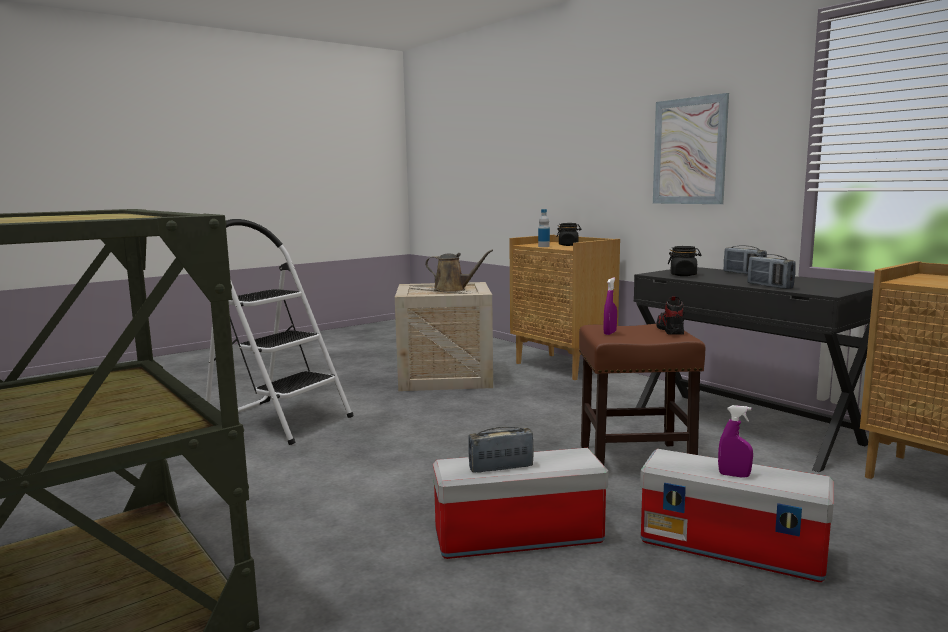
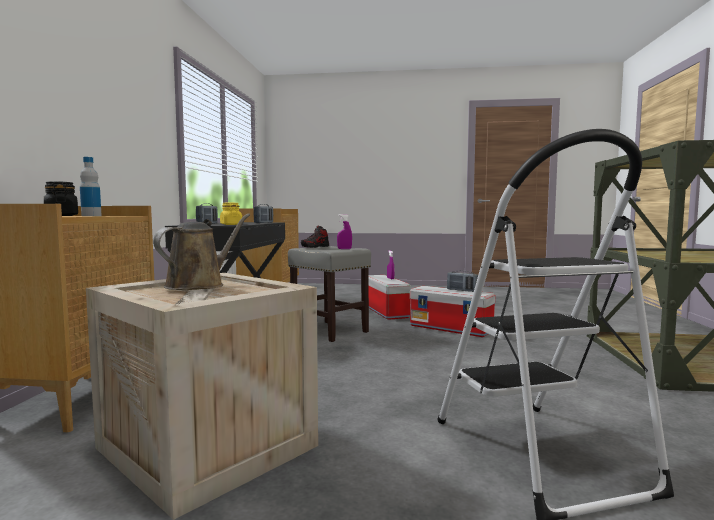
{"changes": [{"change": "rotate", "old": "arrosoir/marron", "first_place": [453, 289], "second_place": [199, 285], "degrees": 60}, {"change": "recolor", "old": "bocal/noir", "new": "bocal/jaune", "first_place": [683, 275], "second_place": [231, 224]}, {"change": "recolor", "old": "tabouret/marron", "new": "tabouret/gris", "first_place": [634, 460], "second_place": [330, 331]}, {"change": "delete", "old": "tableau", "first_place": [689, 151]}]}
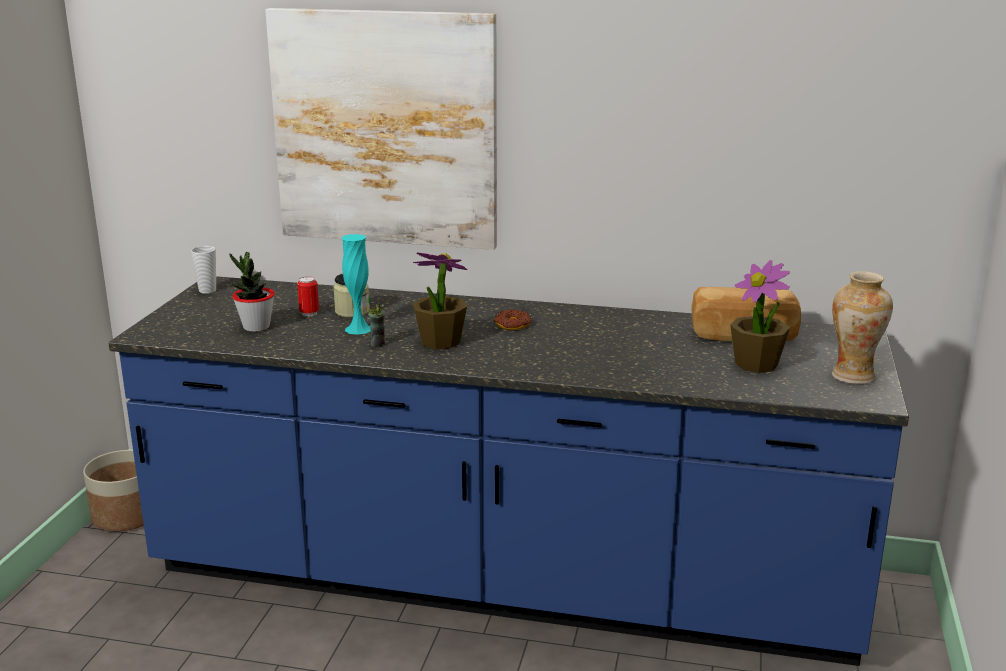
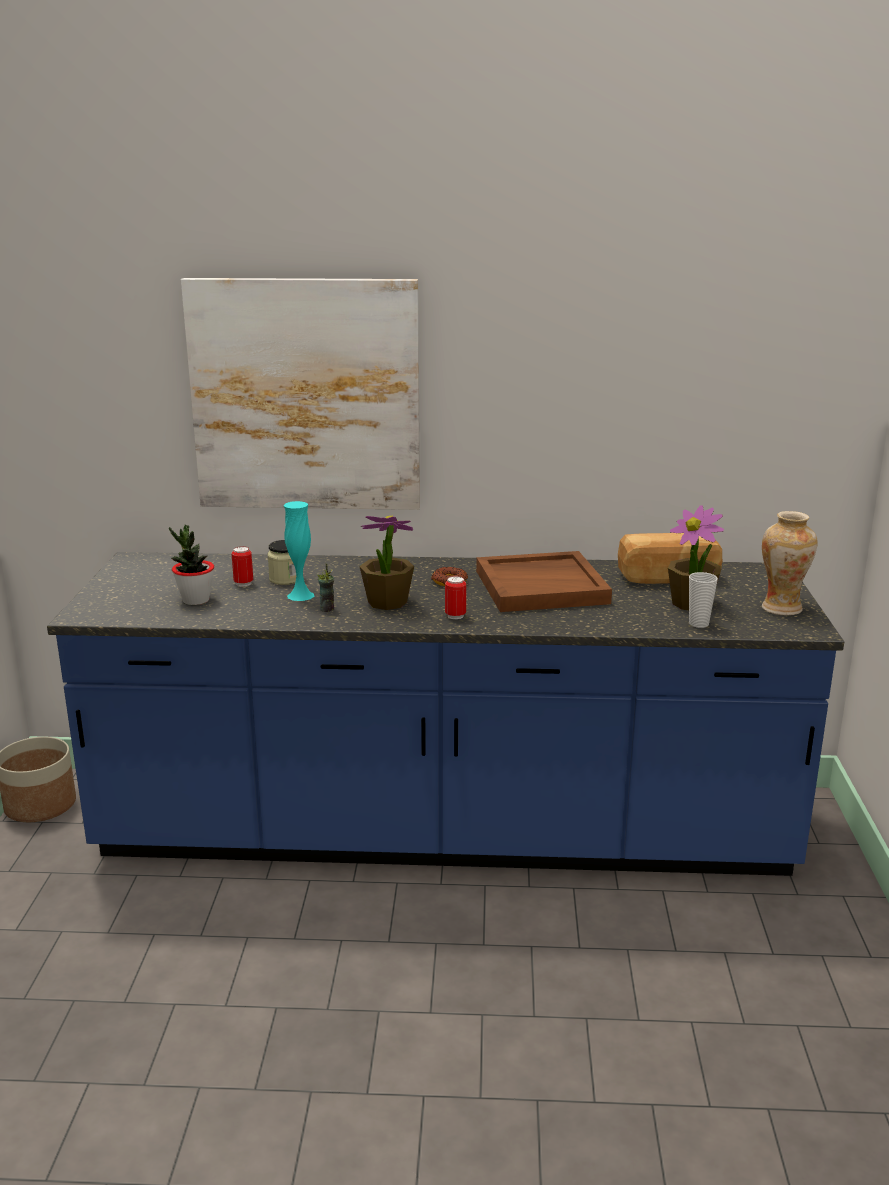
{"changes": [{"change": "insert", "new": "boîte métallique", "second_place": [455, 616]}, {"change": "insert", "new": "plateau/marron", "second_place": [542, 586]}, {"change": "move", "old": "tasse", "first_place": [207, 291], "second_place": [698, 624]}]}
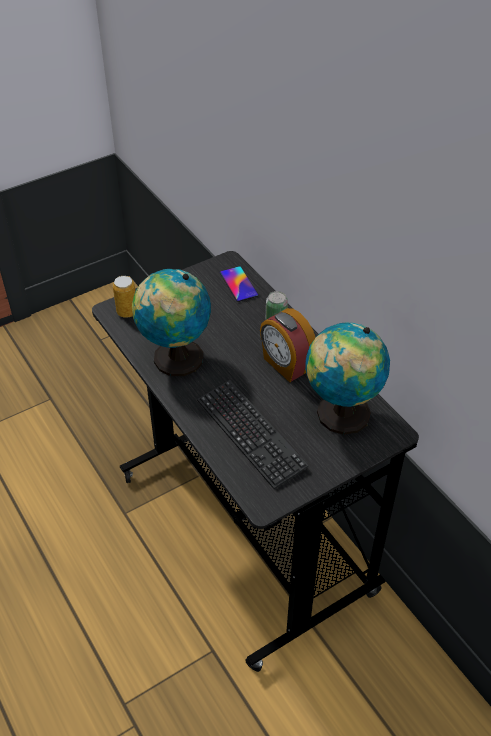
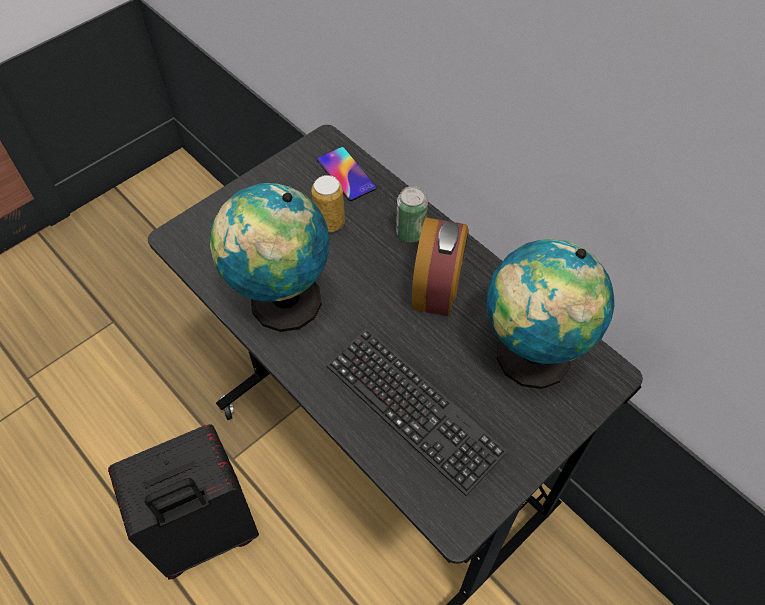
{"changes": [{"change": "insert", "new": "valise/noir", "second_place": [206, 535]}, {"change": "move", "old": "boîte métallique", "first_place": [127, 312], "second_place": [330, 223]}, {"change": "rotate", "old": "réveil", "first_place": [286, 365], "second_place": [437, 290], "degrees": -120}]}
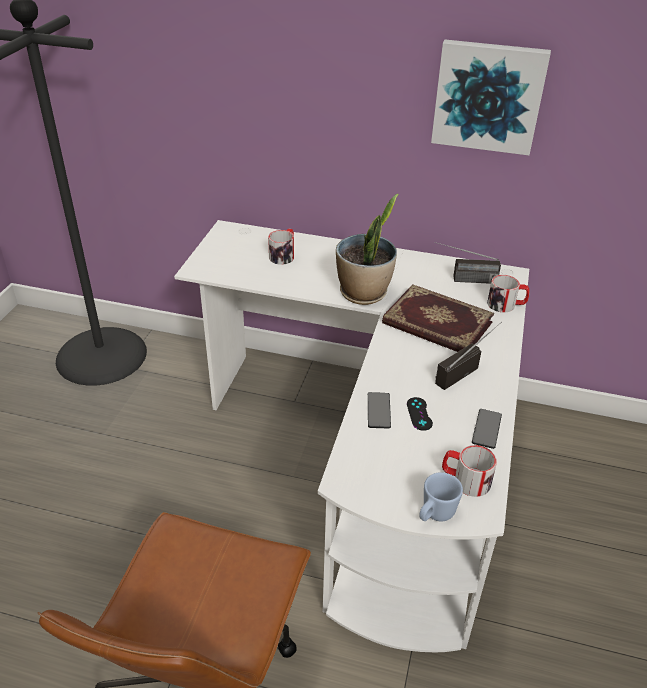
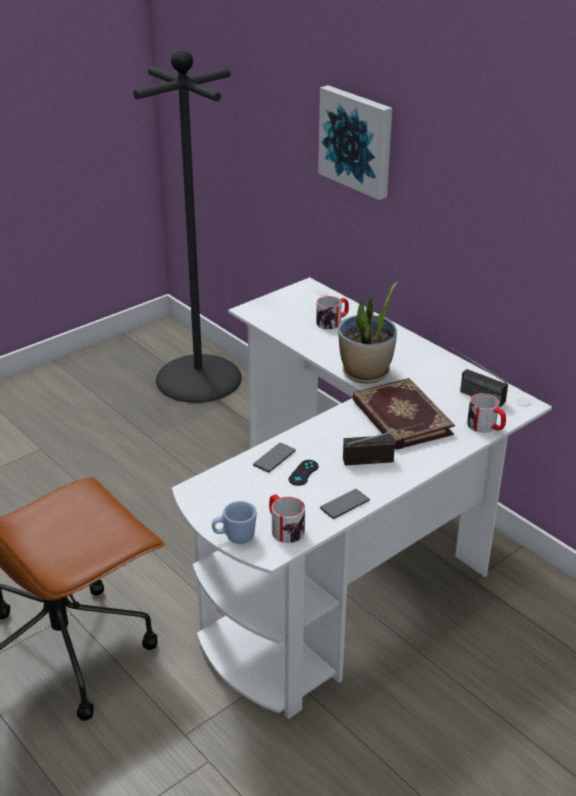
{"changes": [{"change": "move", "old": "tableau", "first_place": [488, 96], "second_place": [357, 141]}]}
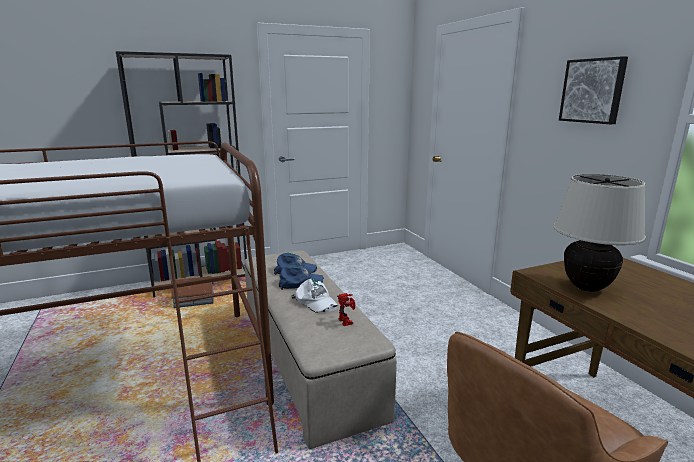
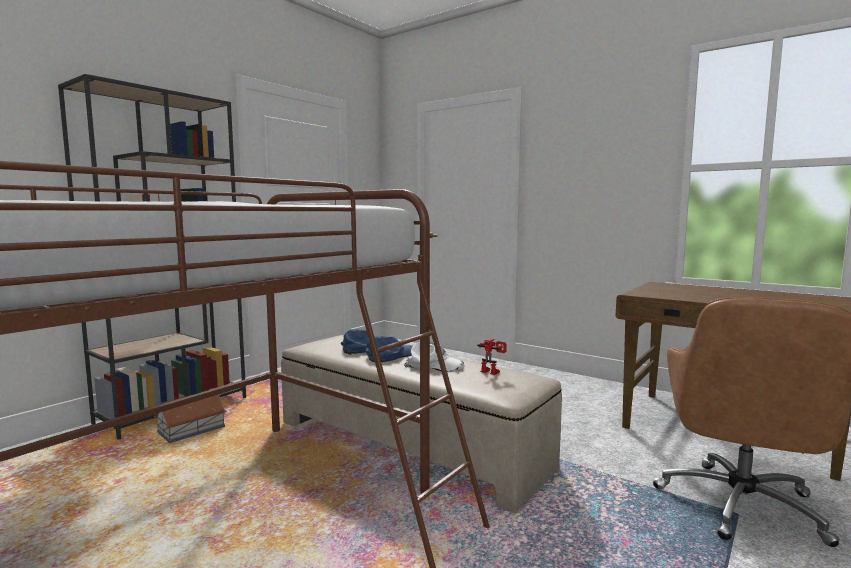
{"changes": [{"change": "delete", "old": "lampe de table/beige", "first_place": [587, 287]}, {"change": "delete", "old": "tableau", "first_place": [593, 91]}]}
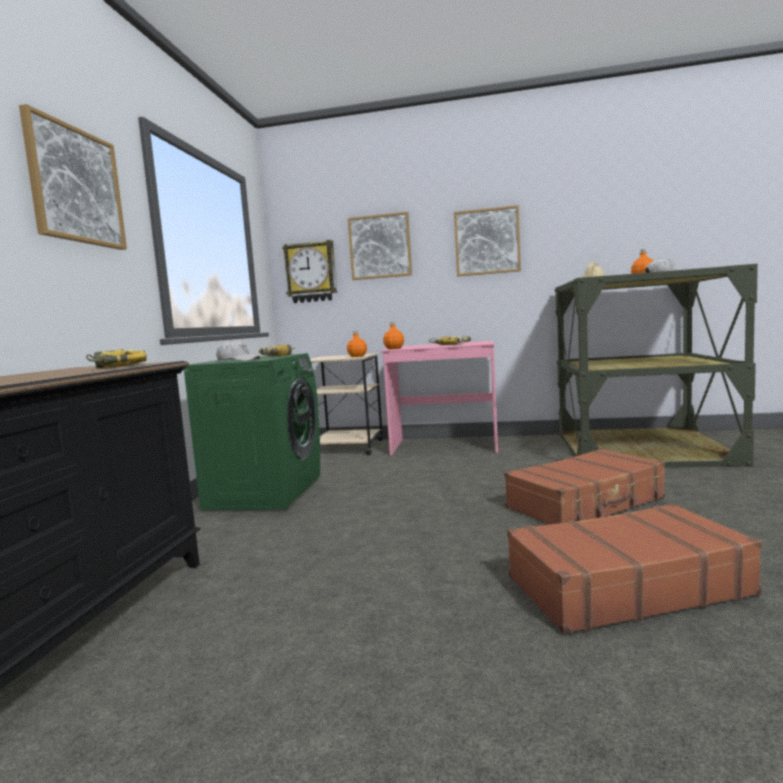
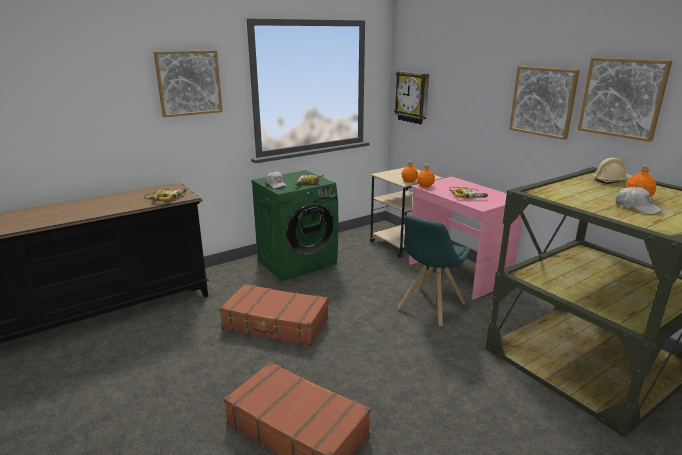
{"changes": [{"change": "move", "old": "valise/marron", "first_place": [586, 503], "second_place": [276, 324]}, {"change": "insert", "new": "chaise/turquoise", "second_place": [430, 307]}, {"change": "move", "old": "tableau", "first_place": [380, 246], "second_place": [622, 98]}]}
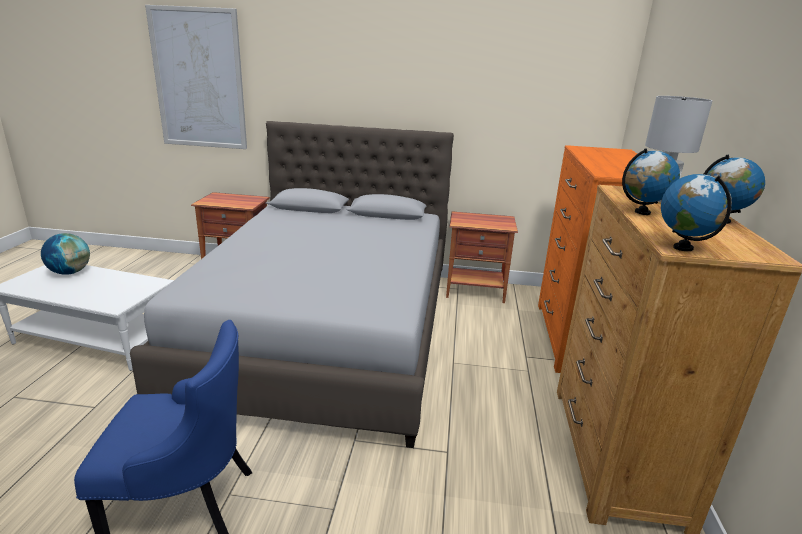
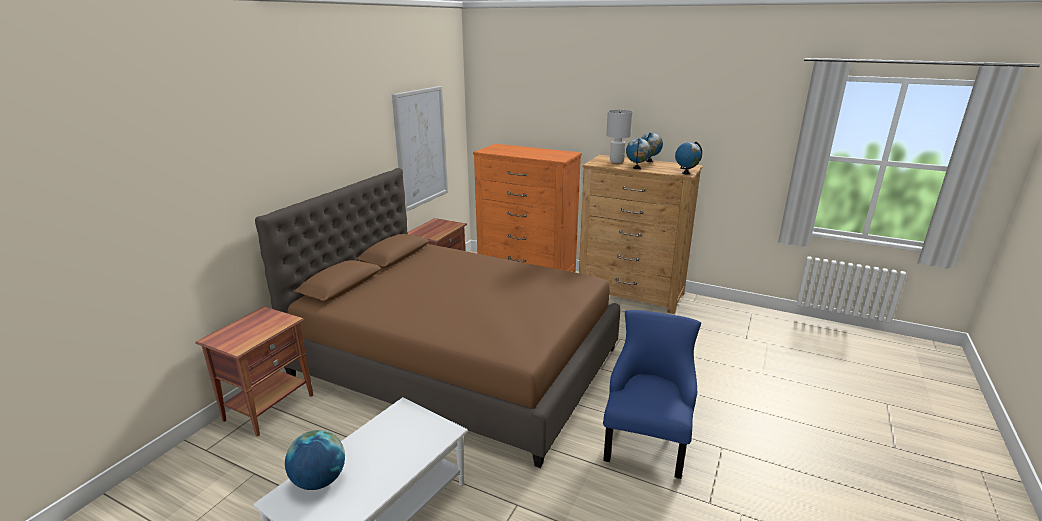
{"changes": [{"change": "recolor", "old": "lit/gris", "new": "lit/marron", "first_place": [328, 330], "second_place": [457, 362]}, {"change": "move", "old": "tableau", "first_place": [199, 79], "second_place": [421, 147]}]}
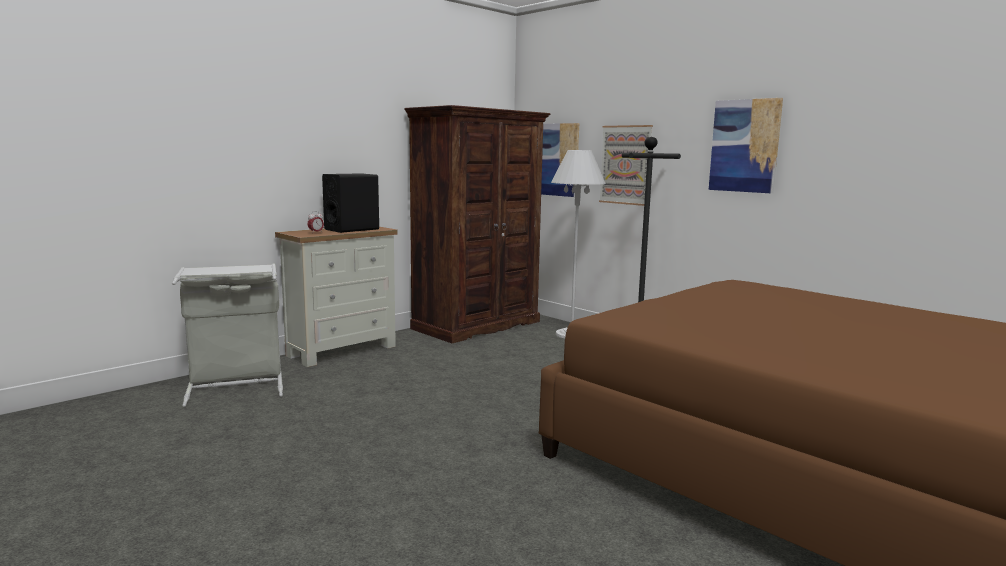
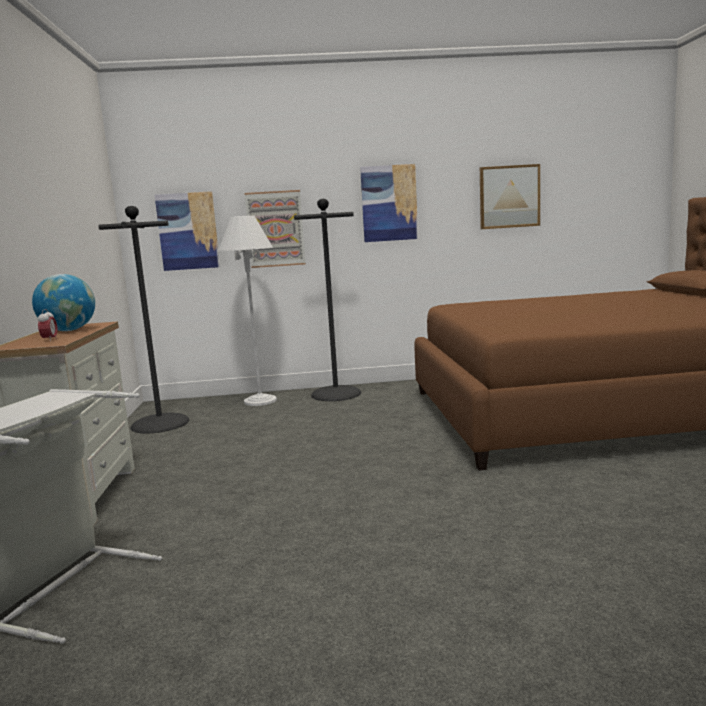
{"changes": [{"change": "replace", "old": "enceinte/noir", "new": "globe", "first_place": [352, 229], "second_place": [68, 330]}, {"change": "replace", "old": "armoire/marron", "new": "portant/noir", "first_place": [477, 325], "second_place": [160, 423]}, {"change": "insert", "new": "tableau", "second_place": [509, 197]}]}
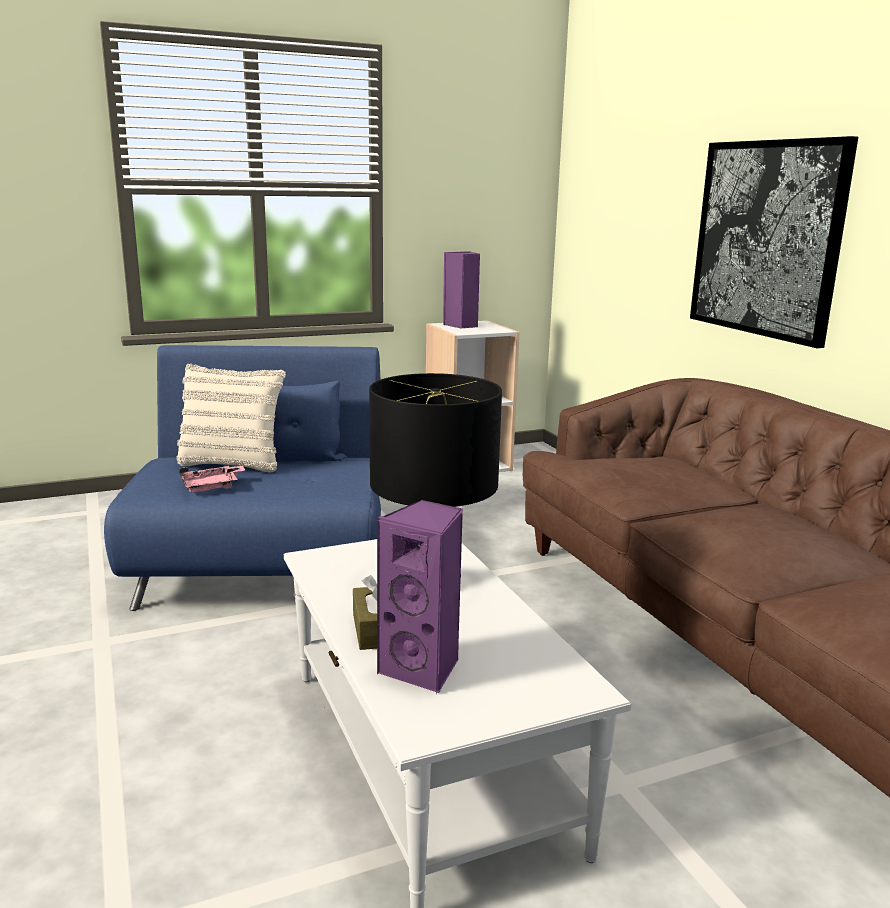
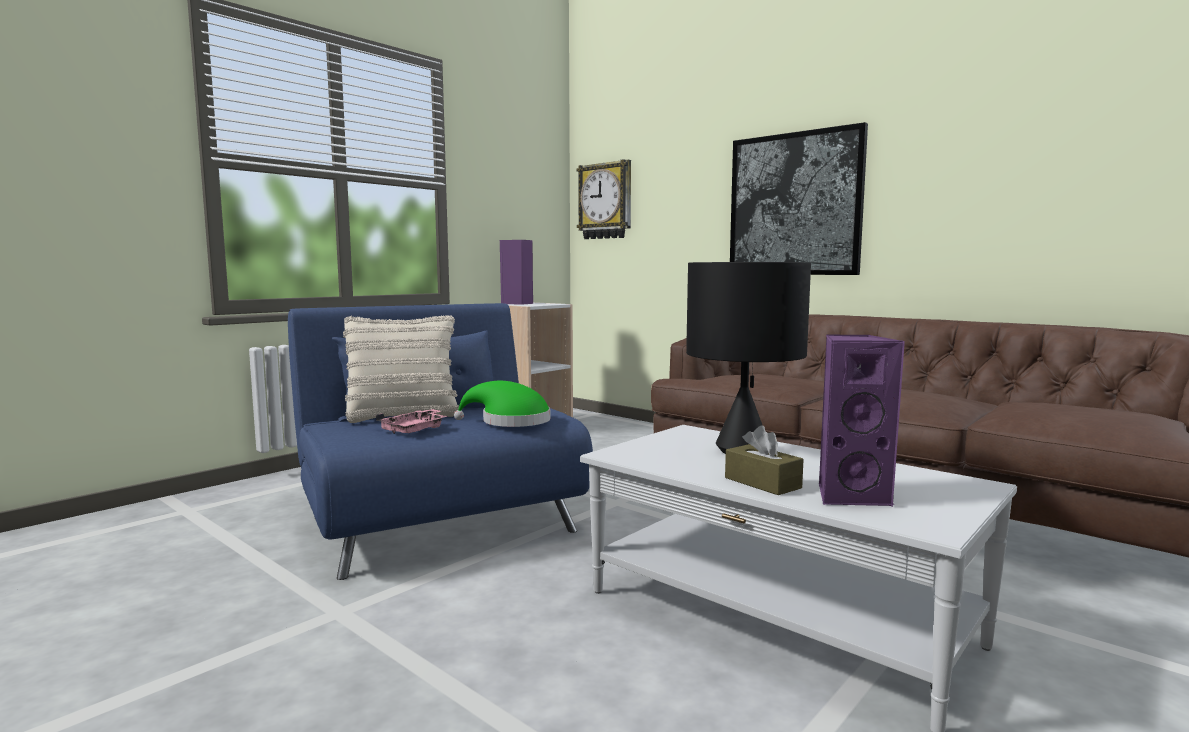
{"changes": [{"change": "insert", "new": "chapeau/vert", "second_place": [510, 422]}, {"change": "insert", "new": "horloge murale", "second_place": [606, 201]}]}
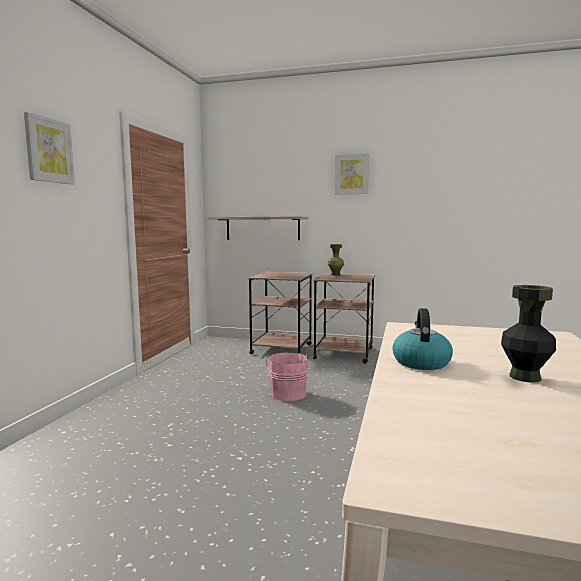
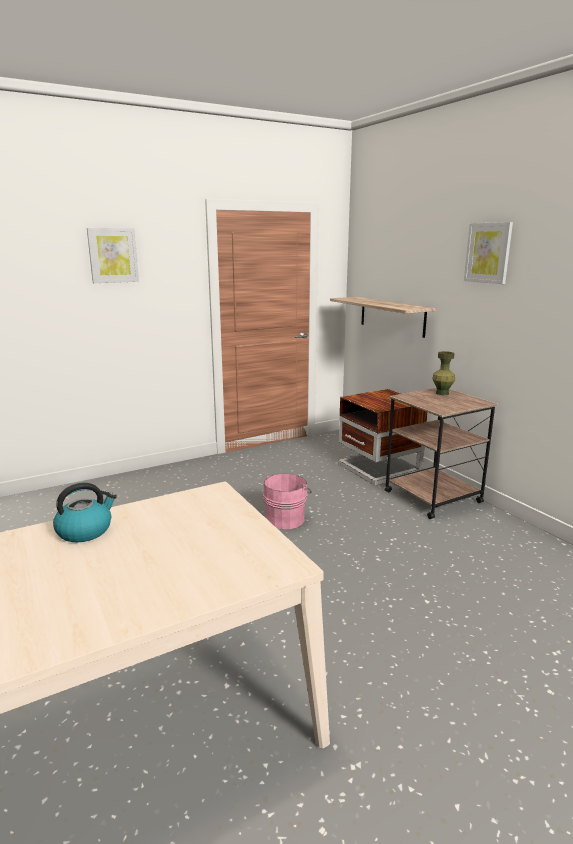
{"changes": [{"change": "replace", "old": "chariot/marron", "new": "table de chevet", "first_place": [282, 349], "second_place": [378, 468]}, {"change": "delete", "old": "vase/noir", "first_place": [525, 377]}]}
